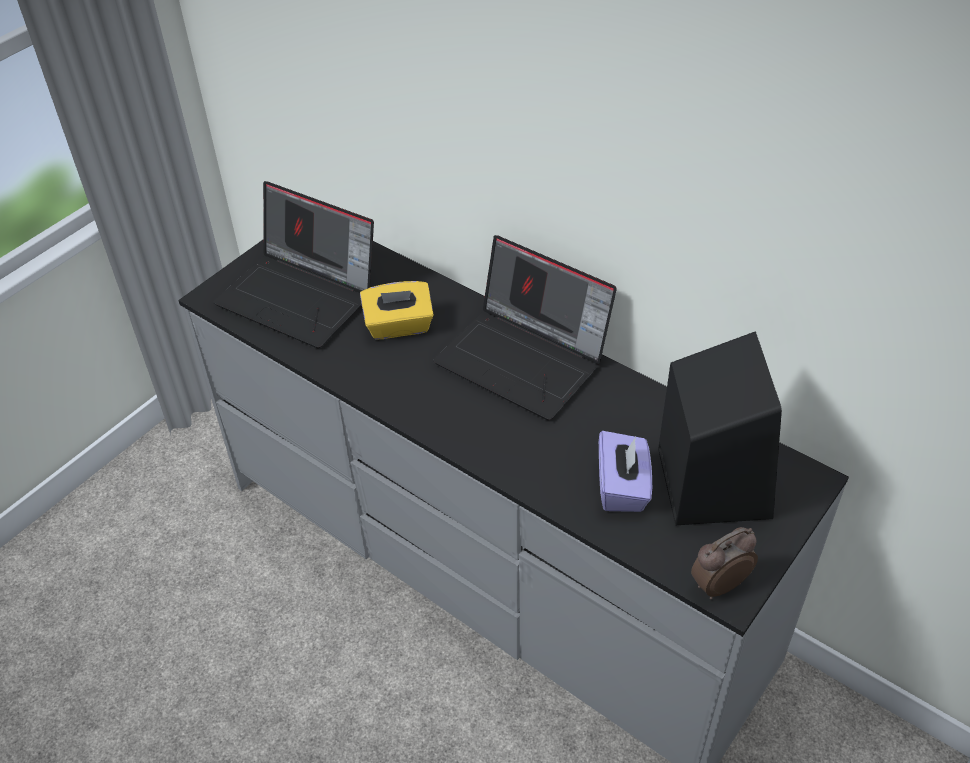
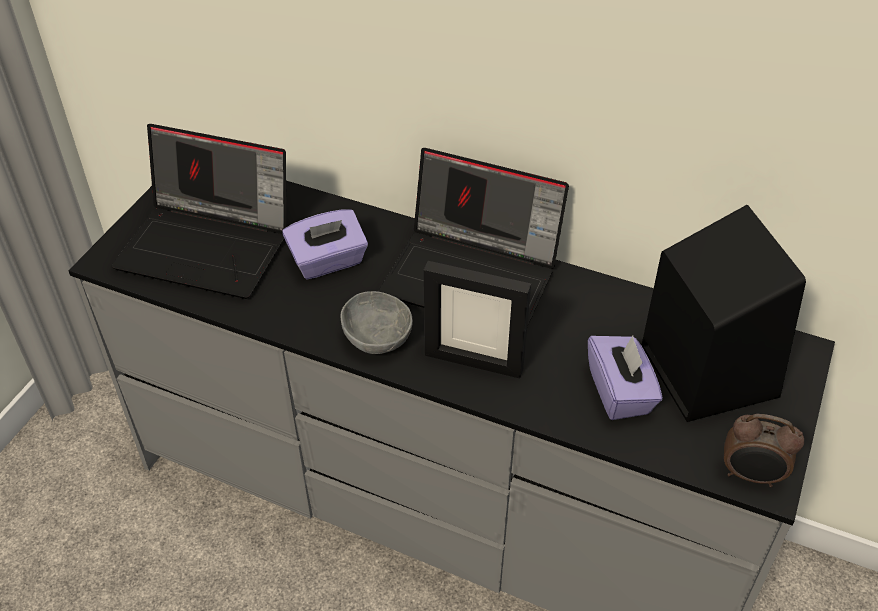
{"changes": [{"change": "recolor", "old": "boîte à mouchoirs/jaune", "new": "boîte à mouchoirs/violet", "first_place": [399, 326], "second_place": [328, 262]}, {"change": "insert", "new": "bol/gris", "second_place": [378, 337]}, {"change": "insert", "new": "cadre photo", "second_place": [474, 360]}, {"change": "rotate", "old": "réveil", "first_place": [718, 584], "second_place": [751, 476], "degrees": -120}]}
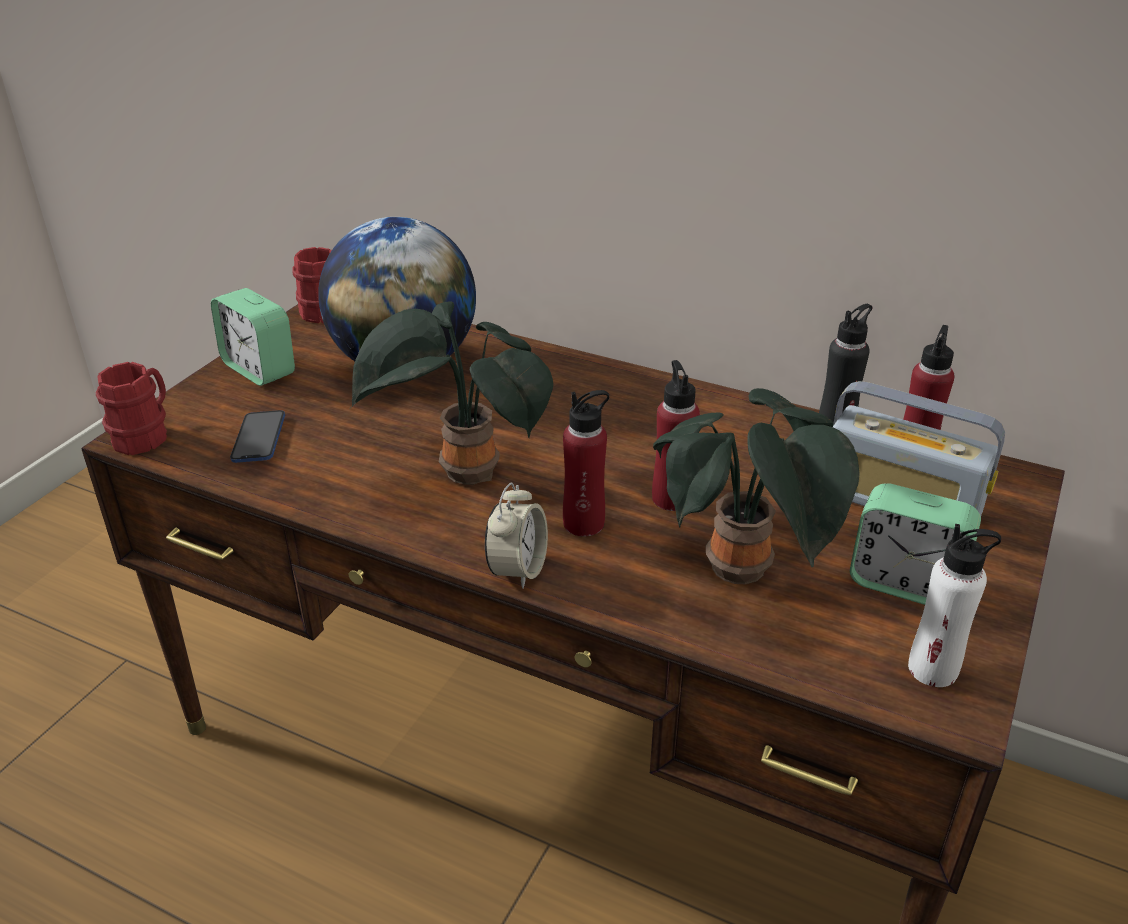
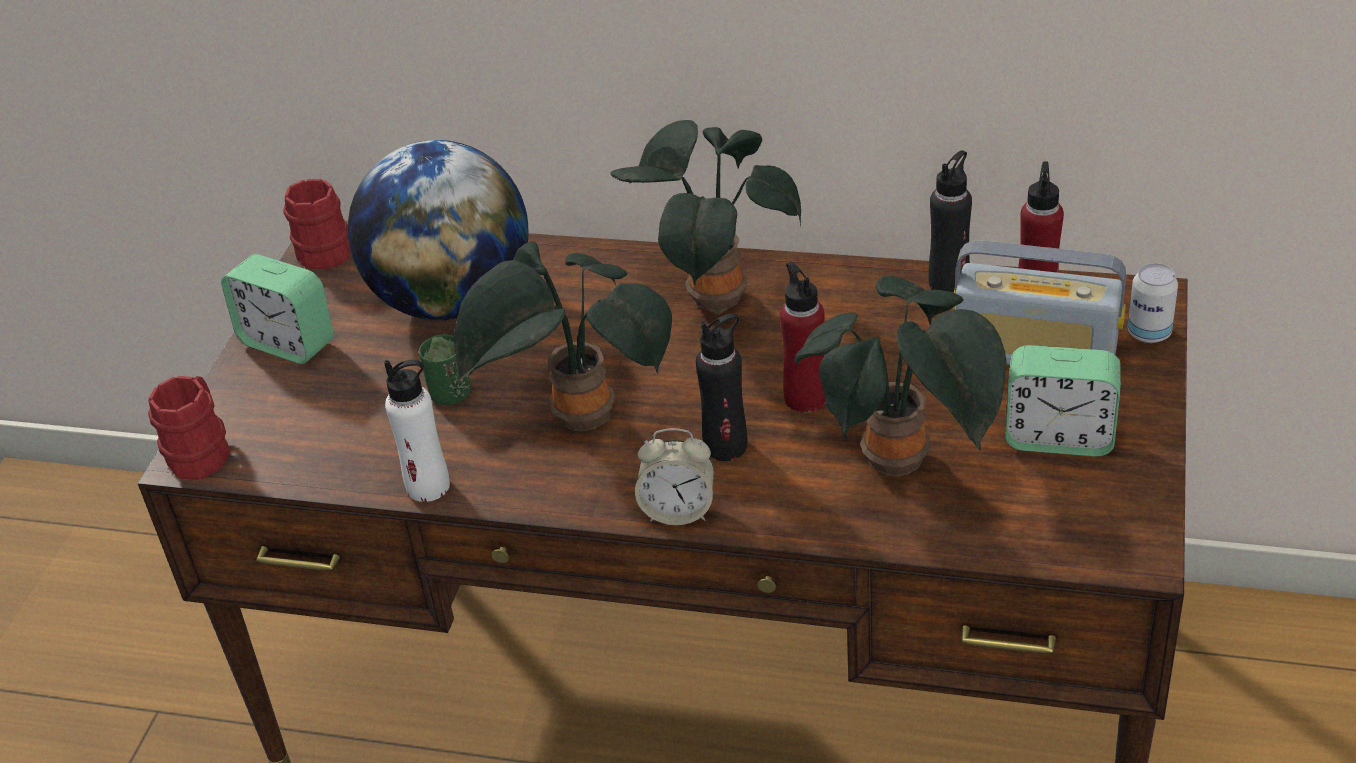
{"changes": [{"change": "move", "old": "bouteille/blanc", "first_place": [933, 669], "second_place": [428, 486]}, {"change": "insert", "new": "tasse/vert", "second_place": [450, 394]}, {"change": "insert", "new": "plante en pot", "second_place": [711, 296]}, {"change": "rotate", "old": "réveil", "first_place": [517, 569], "second_place": [678, 511], "degrees": 90}, {"change": "recolor", "old": "bouteille/rouge", "new": "bouteille/noir", "first_place": [584, 523], "second_place": [726, 446]}, {"change": "insert", "new": "boîte métallique", "second_place": [1149, 333]}, {"change": "delete", "old": "téléphone", "first_place": [259, 438]}]}
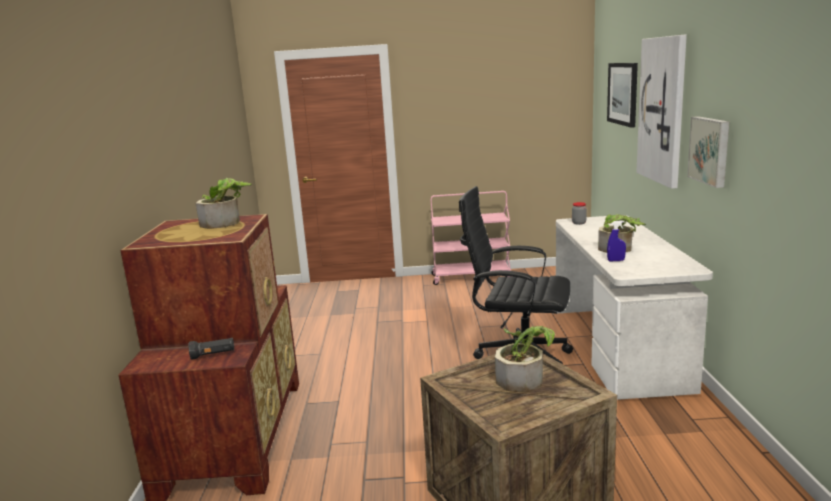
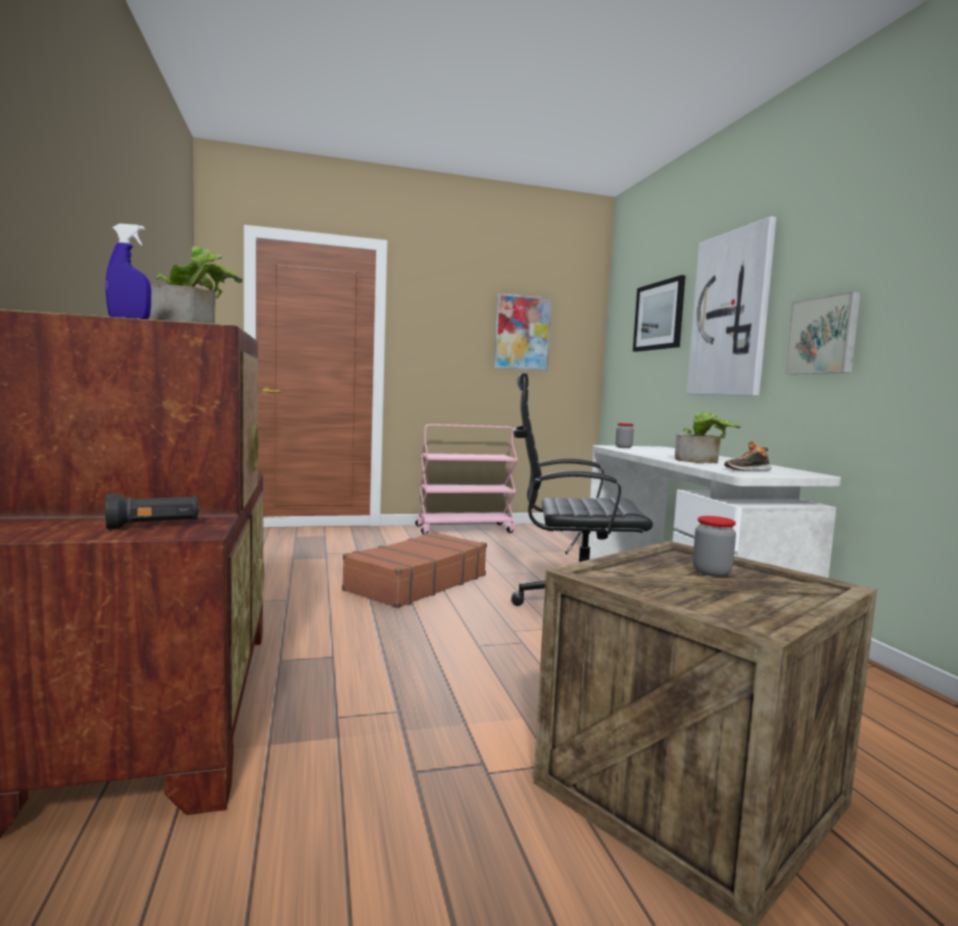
{"changes": [{"change": "move", "old": "vaporisateur/bleu", "first_place": [616, 260], "second_place": [129, 319]}, {"change": "insert", "new": "valise/marron", "second_place": [416, 583]}, {"change": "insert", "new": "tableau", "second_place": [522, 332]}, {"change": "replace", "old": "plante en pot", "new": "bocal", "first_place": [524, 378], "second_place": [711, 572]}, {"change": "insert", "new": "chaussure", "second_place": [746, 470]}]}
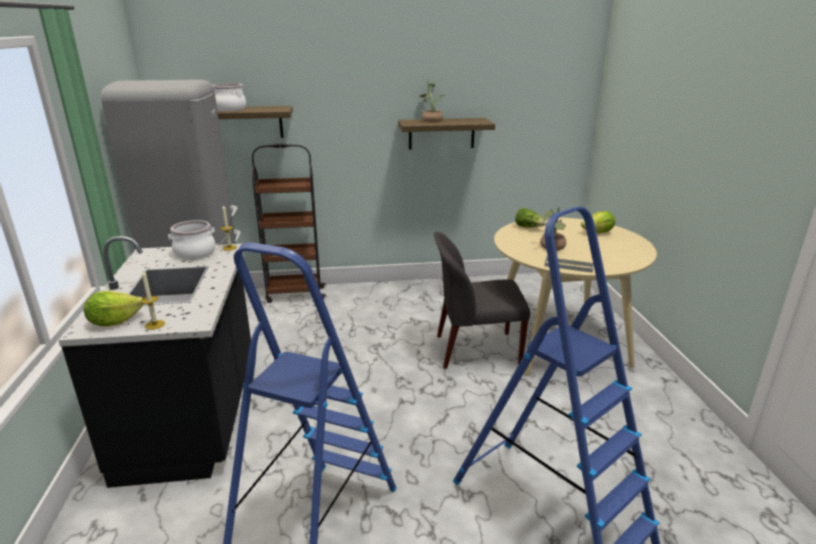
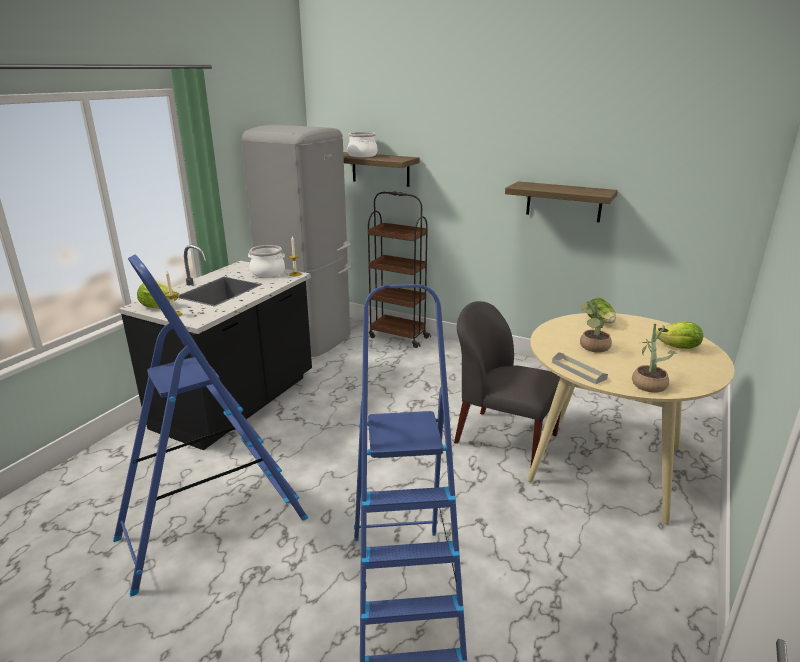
{"changes": [{"change": "move", "old": "plante en pot", "first_place": [431, 120], "second_place": [648, 383]}]}
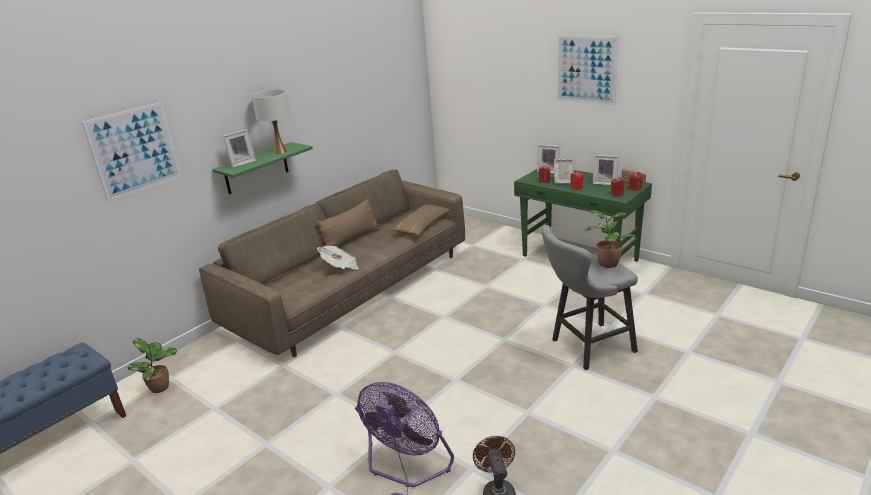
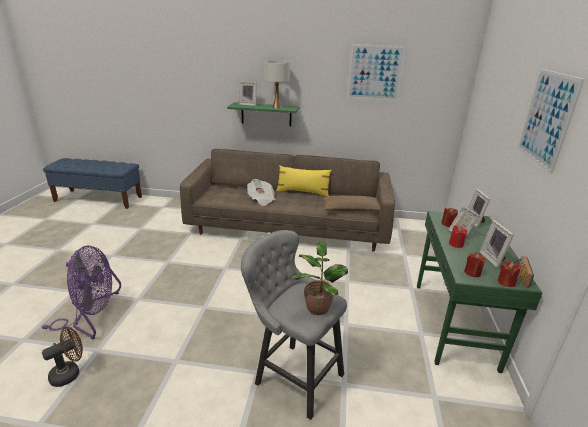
{"changes": [{"change": "recolor", "old": "coussin/marron", "new": "coussin/jaune", "first_place": [351, 240], "second_place": [303, 192]}, {"change": "move", "old": "tableau", "first_place": [134, 151], "second_place": [375, 73]}, {"change": "delete", "old": "plante en pot", "first_place": [161, 388]}]}
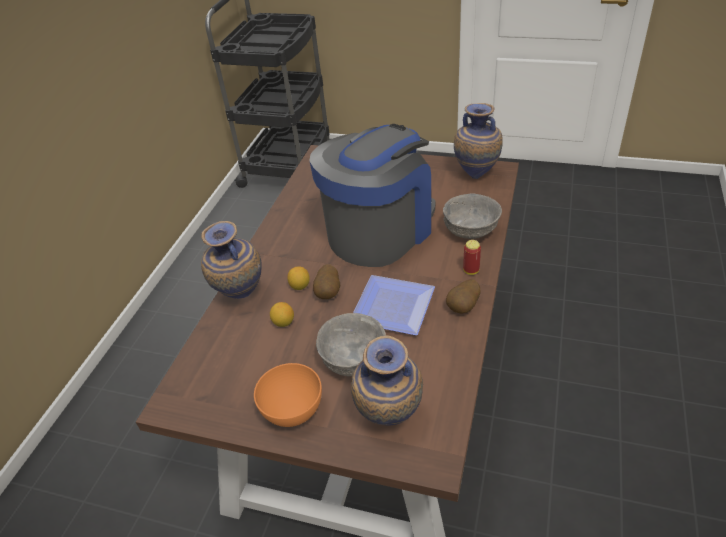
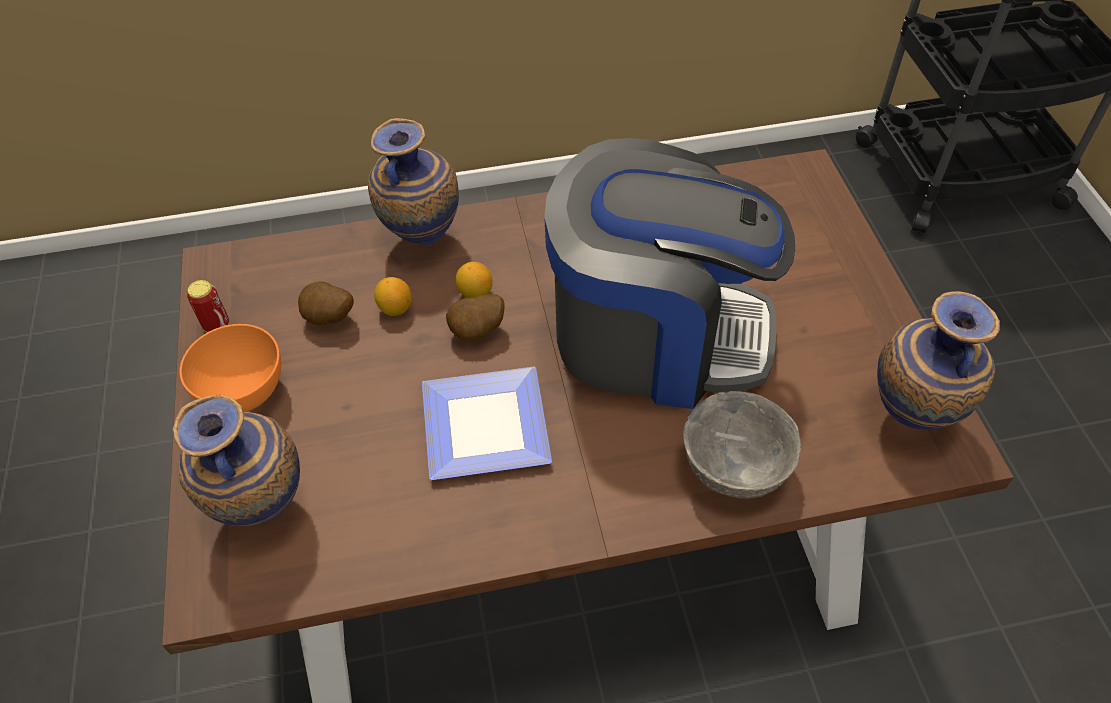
{"changes": [{"change": "move", "old": "boîte métallique", "first_place": [471, 270], "second_place": [217, 326]}, {"change": "move", "old": "pomme de terre", "first_place": [463, 307], "second_place": [329, 320]}, {"change": "delete", "old": "bol/gris", "first_place": [354, 360]}]}
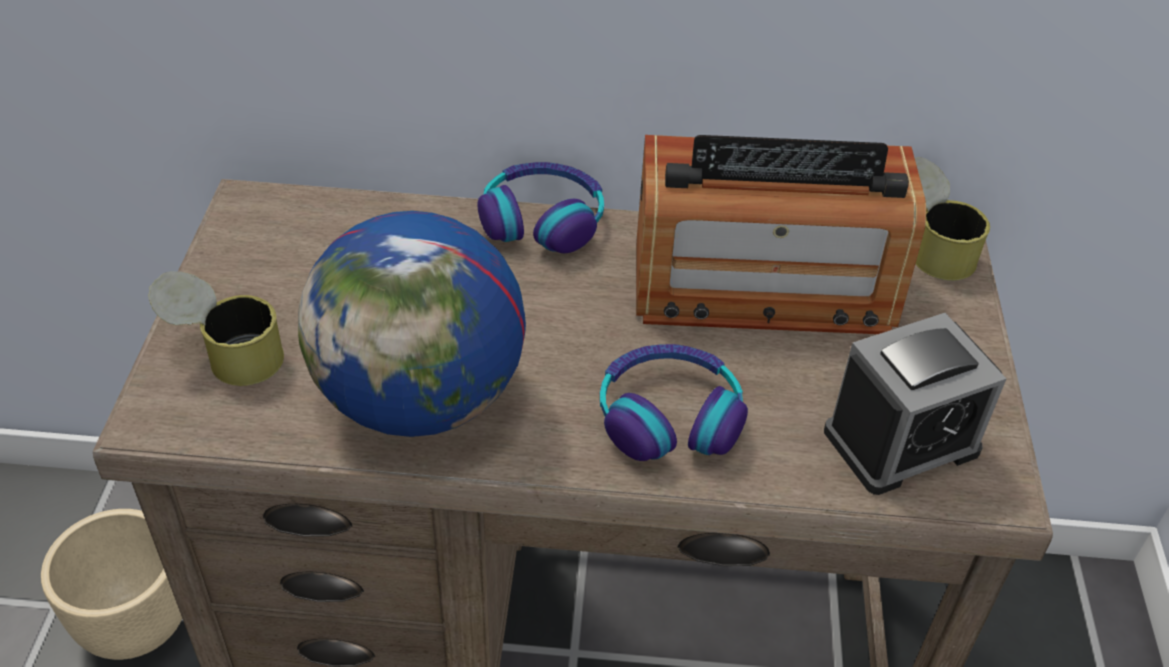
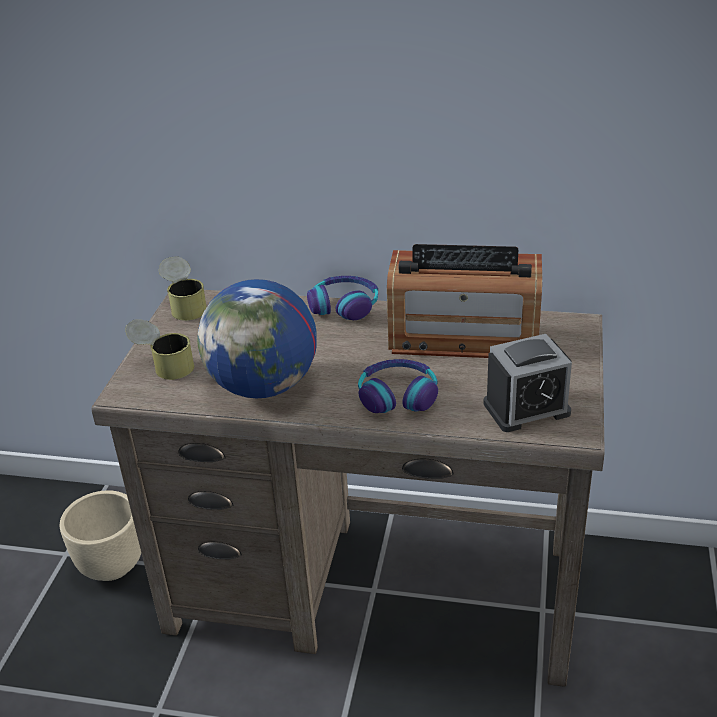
{"changes": [{"change": "move", "old": "boîte métallique", "first_place": [929, 247], "second_place": [185, 306]}]}
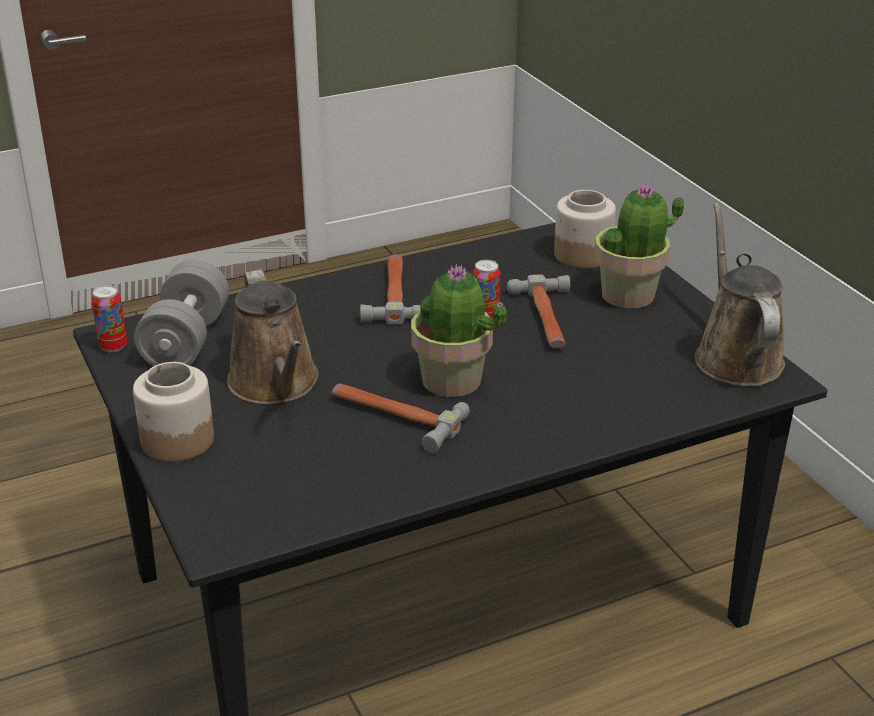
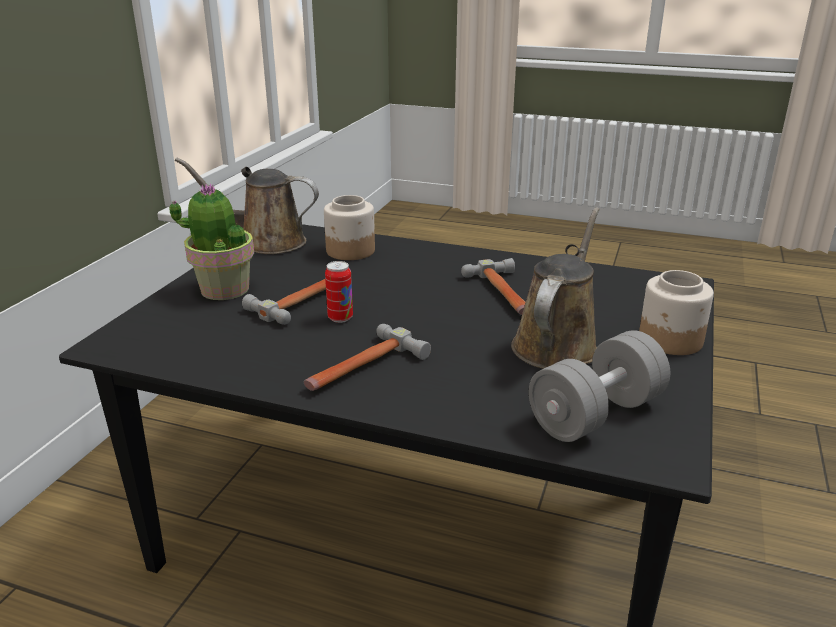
{"changes": [{"change": "rotate", "old": "arrosoir/marron", "first_place": [735, 356], "second_place": [266, 242], "degrees": 60}, {"change": "move", "old": "bocal", "first_place": [582, 255], "second_place": [350, 251]}, {"change": "delete", "old": "boîte métallique", "first_place": [113, 347]}, {"change": "delete", "old": "plante en pot", "first_place": [452, 381]}]}
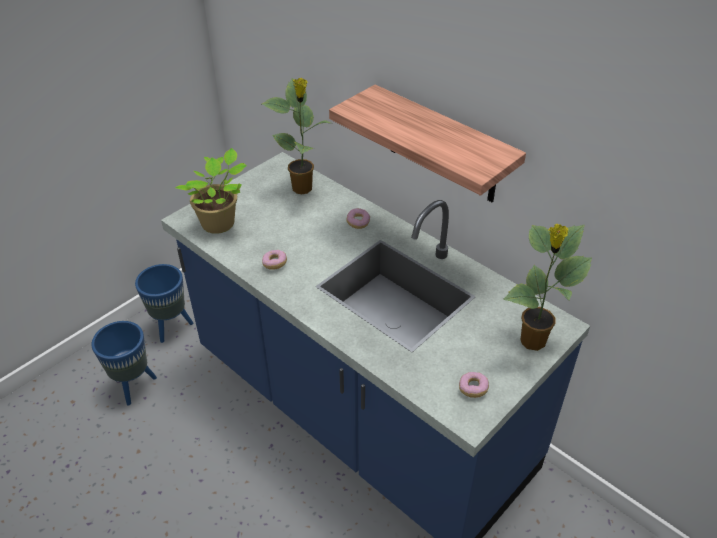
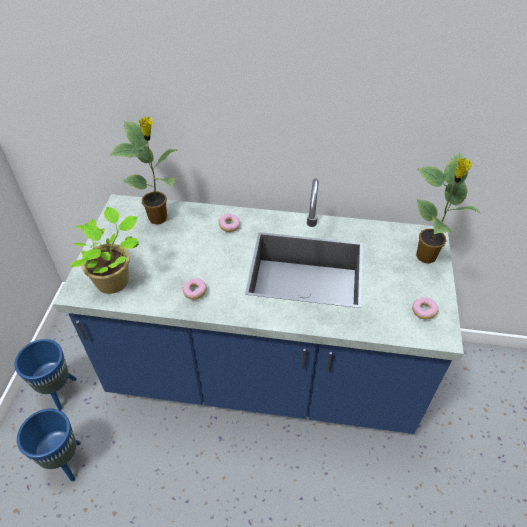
{"changes": [{"change": "delete", "old": "étagère", "first_place": [443, 146]}]}
